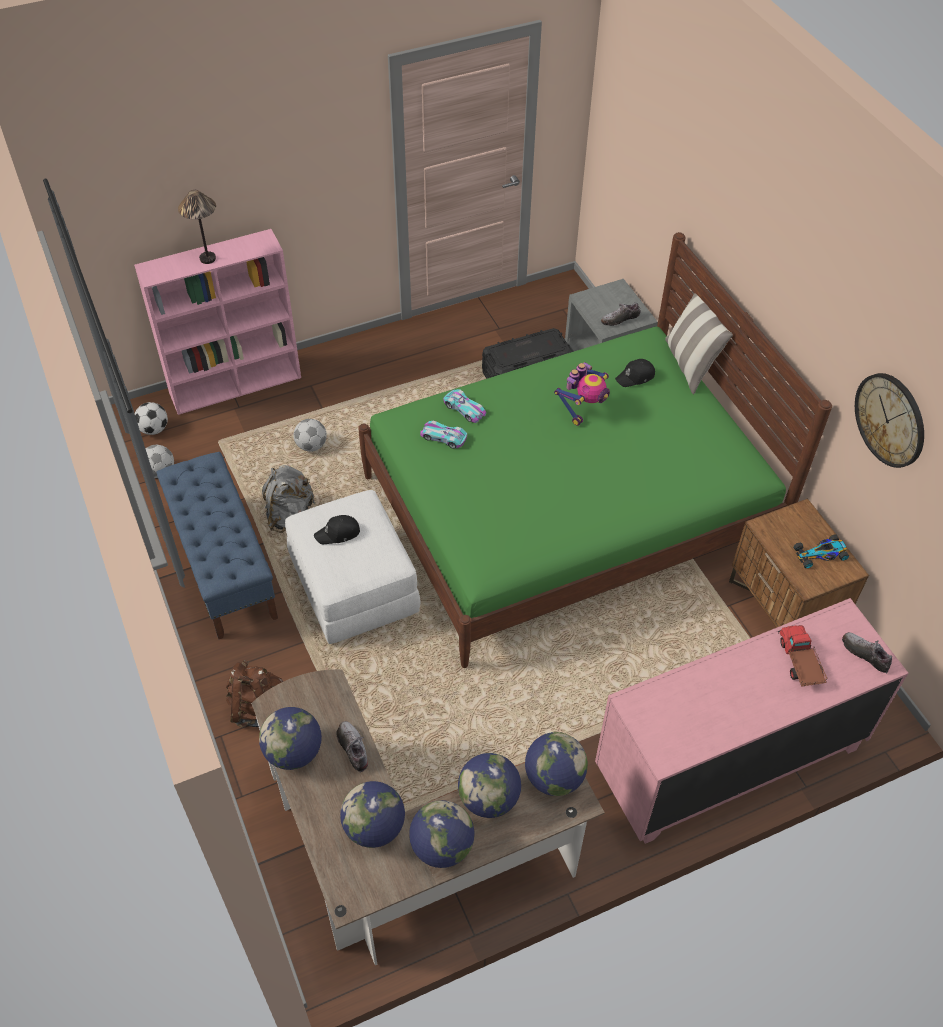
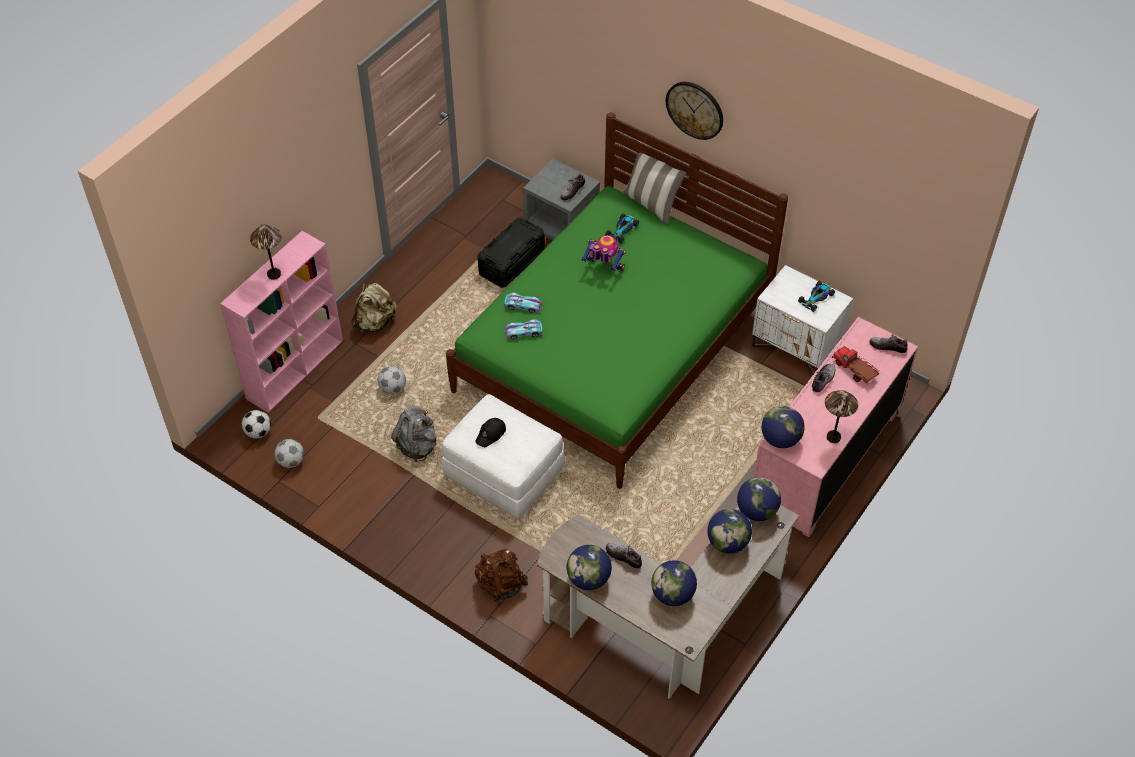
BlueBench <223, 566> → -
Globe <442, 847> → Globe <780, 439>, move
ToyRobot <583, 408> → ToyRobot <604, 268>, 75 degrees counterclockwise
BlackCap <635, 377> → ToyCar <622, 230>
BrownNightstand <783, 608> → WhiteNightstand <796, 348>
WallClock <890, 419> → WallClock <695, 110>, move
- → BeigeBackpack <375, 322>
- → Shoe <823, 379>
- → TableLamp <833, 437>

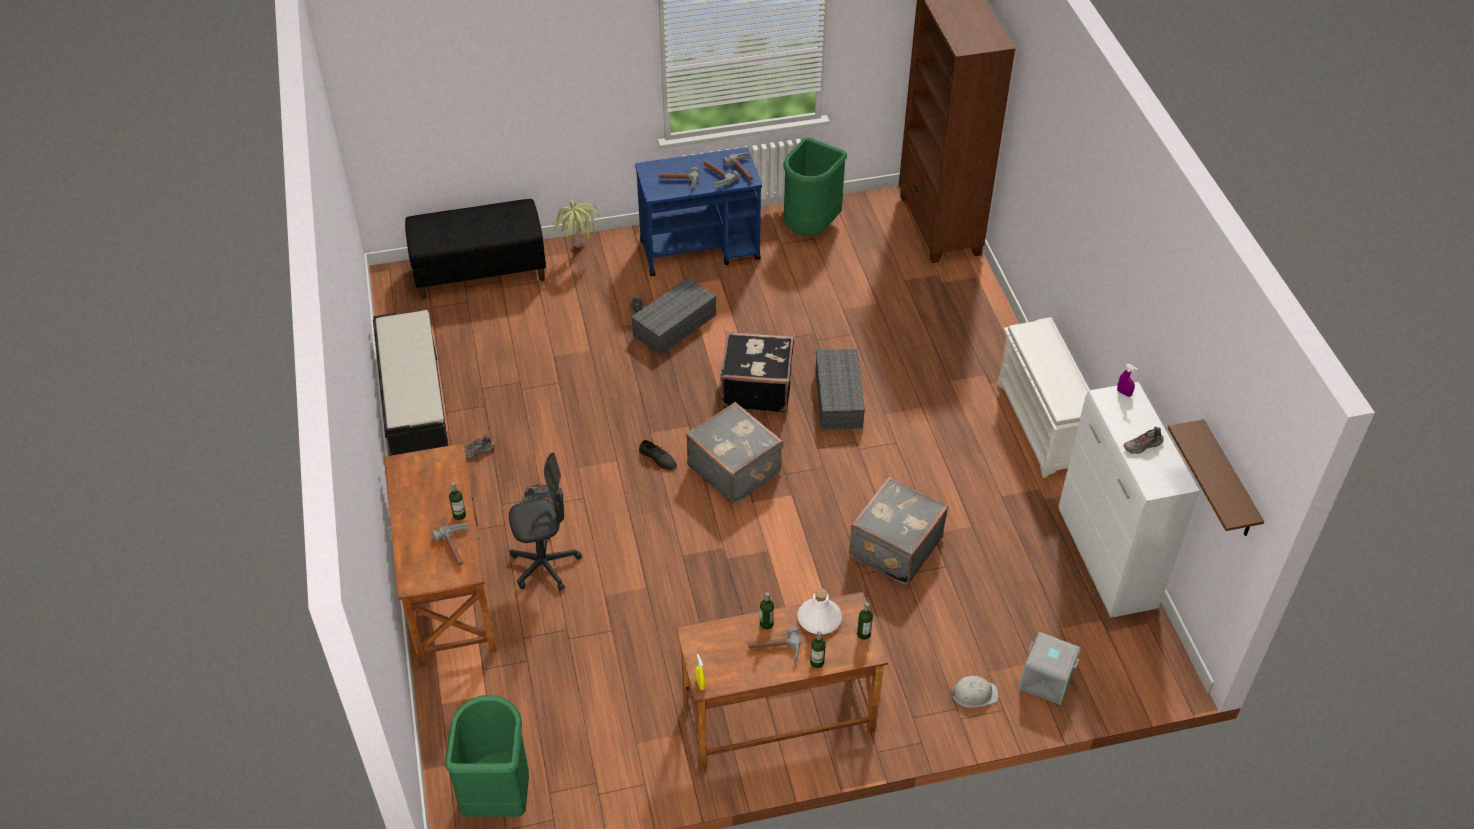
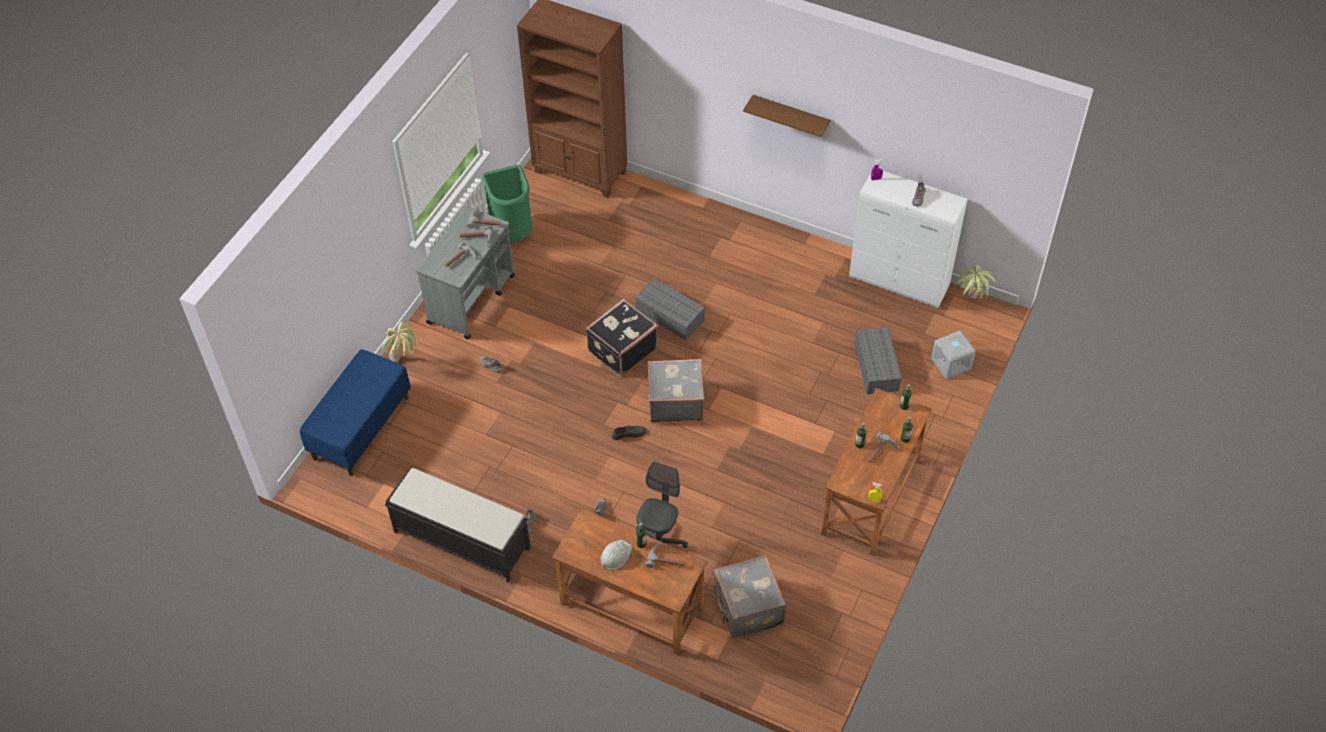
BlackBench <480, 271> → BlueBench <361, 427>
GreenTrashCan <497, 796> → -
GreyStorageBox <675, 324> → GreyStorageBox <875, 366>, move
BlueCart <700, 250> → GreyCart <472, 299>
WhiteBottle <819, 618> → -
GreySuitcase <893, 547> → GreySuitcase <747, 608>, move
WhiteHardHat <974, 694> → WhiteHardHat <615, 555>, move
WhiteShoeRack <1042, 426> → -
BrownShelf <1228, 482> → BrownShelf <790, 116>, move
- → PottedPlant <969, 306>

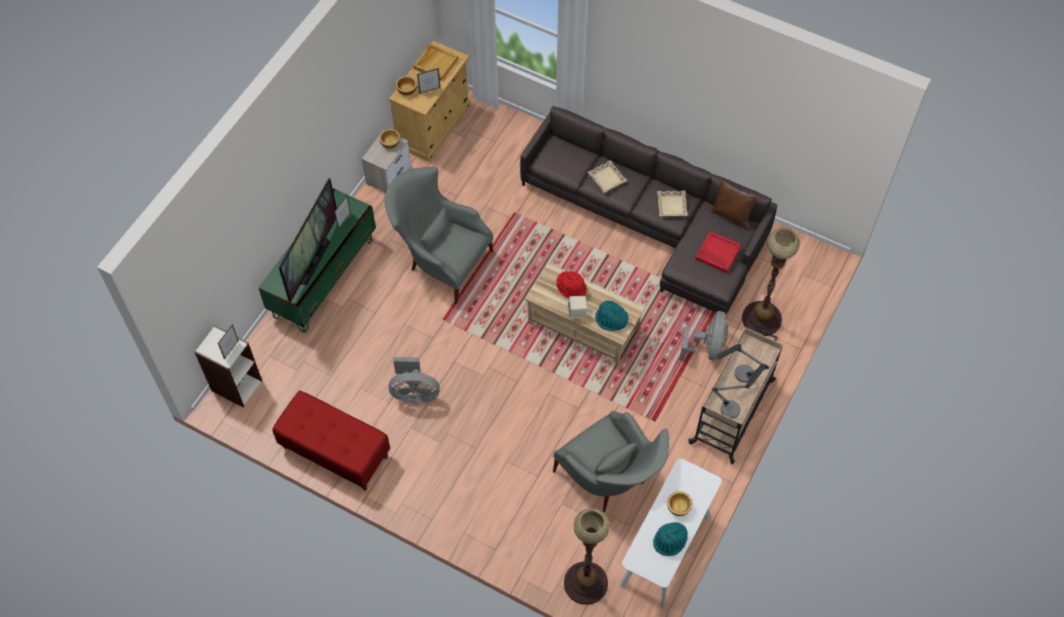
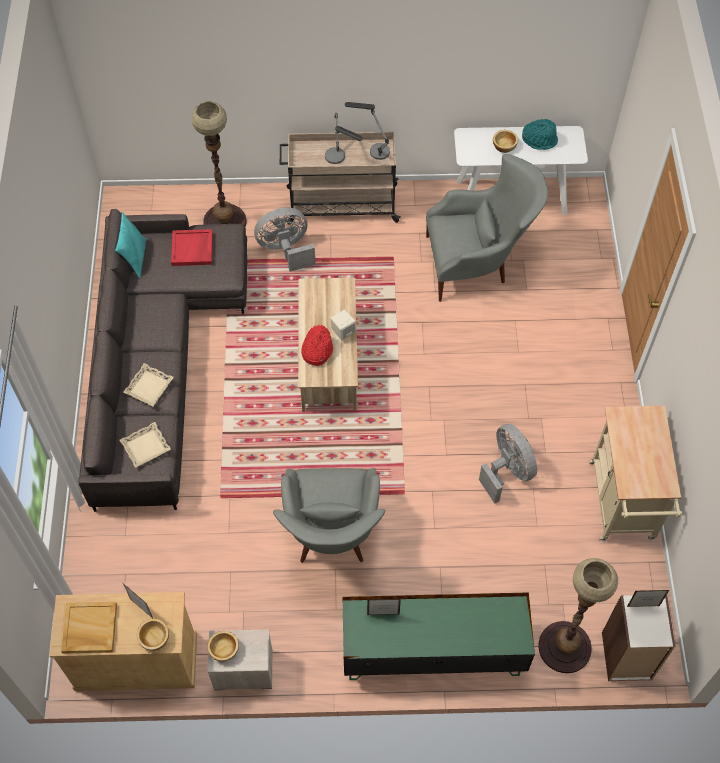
RedBench <335, 452> → BeigeCart <622, 506>
Television <313, 261> → -
GreyArmchair <610, 482> → GreyArmchair <478, 263>, 60 degrees clockwise
FloorLamp <585, 583> → FloorLamp <565, 647>, move
TurquoiseHat <611, 320> → -
BeigeTray <672, 205> → BeigeTray <146, 446>, move
BrownPillow <731, 215> → TurquoisePillow <134, 258>

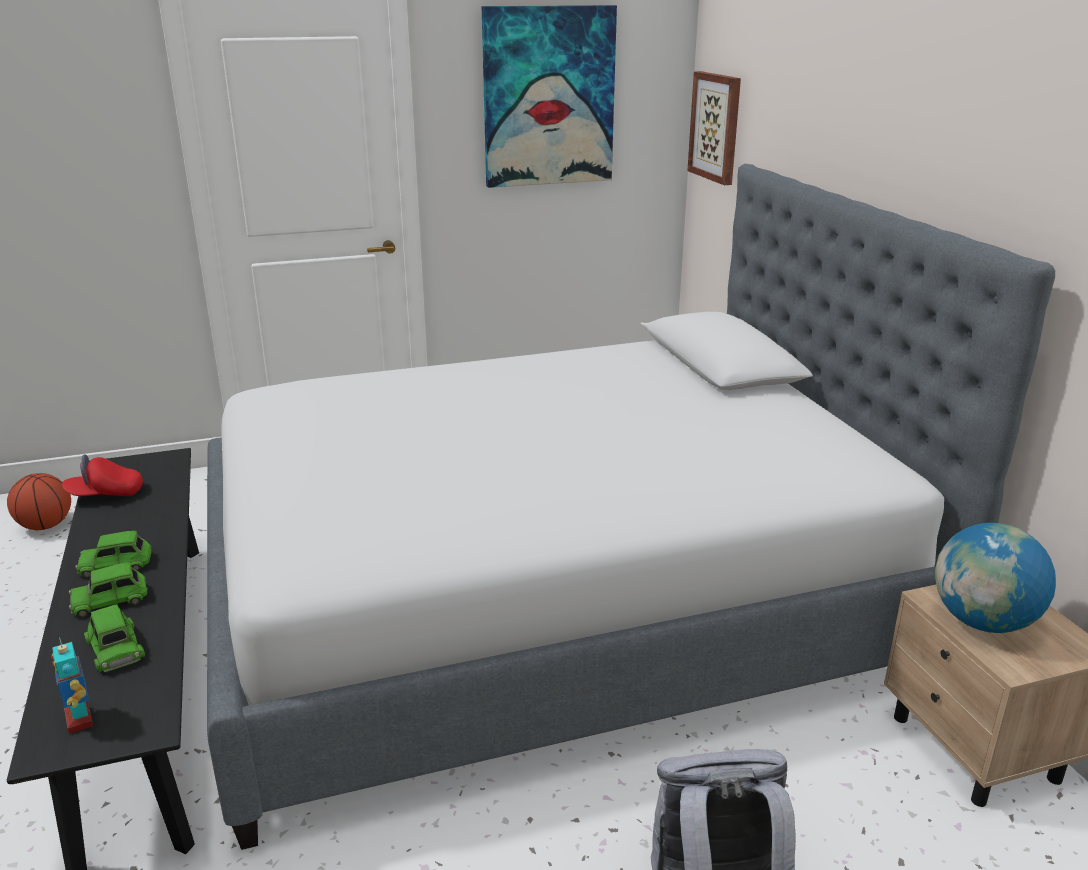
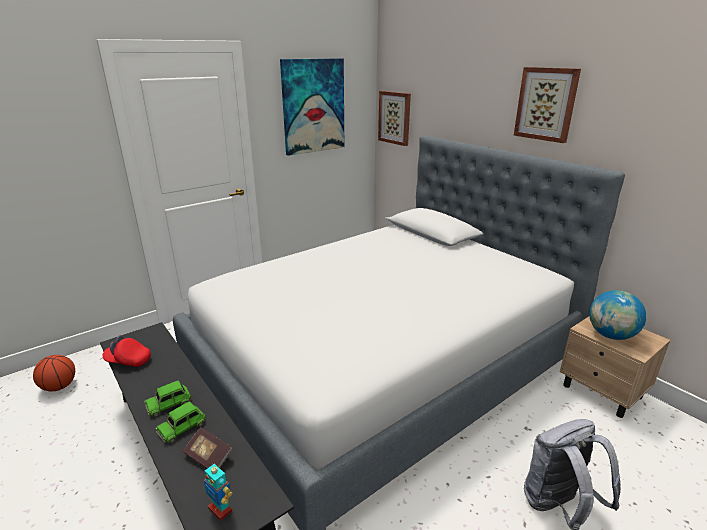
RedCap <106, 494> → RedCap <128, 361>, 45 degrees clockwise
GreenToyCar <115, 648> → Book <208, 457>
- → Picture <546, 104>

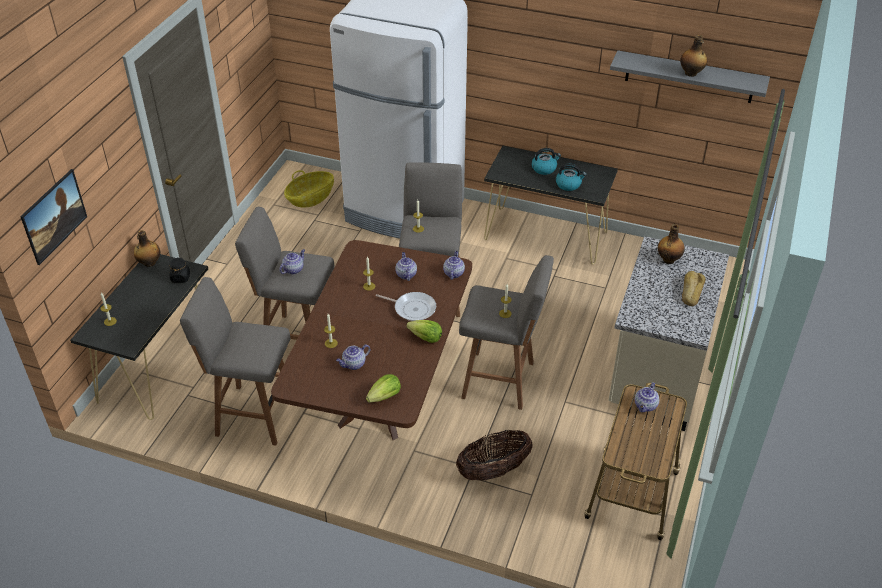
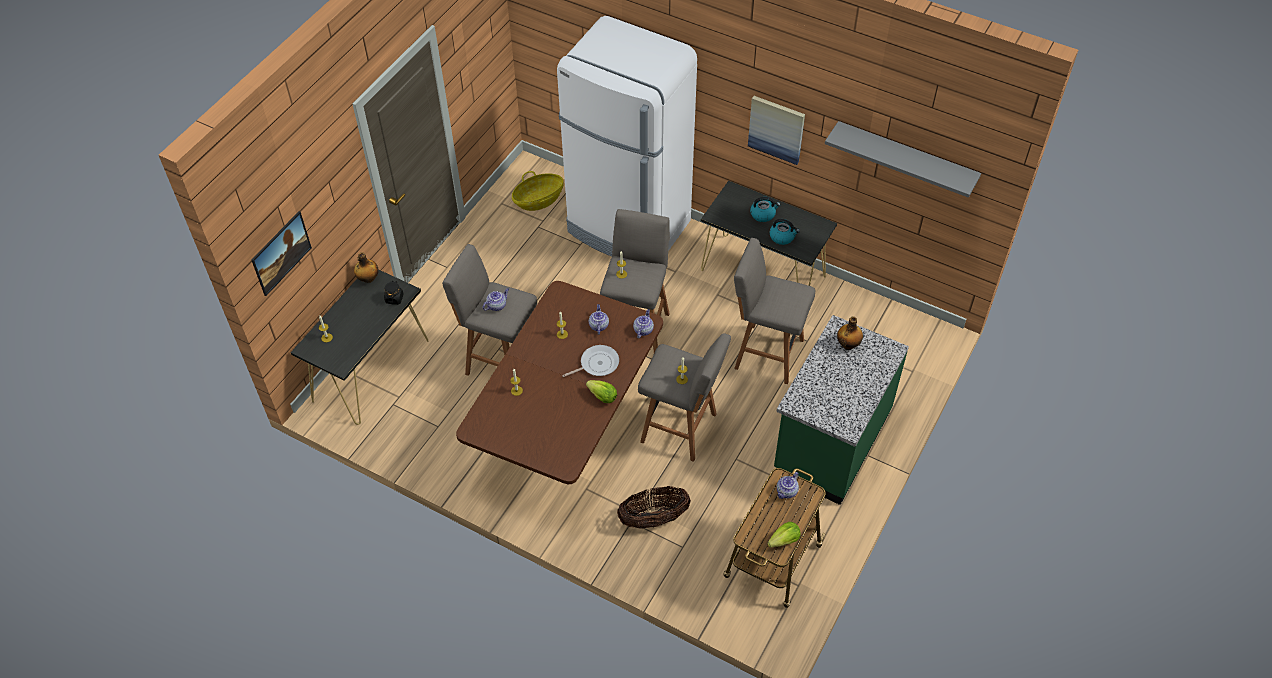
GreyStool <253, 414> → GreyStool <766, 353>, move
Teapot <353, 364> → -
Lettuce <385, 396> → Lettuce <784, 540>, move
FryingPan <412, 308> → FryingPan <597, 364>, 60 degrees counterclockwise
BeigeCounter <656, 374> → GreenCounter <830, 442>
Bottle <691, 73> → -
Bread <691, 291> → -
- → Picture <776, 129>

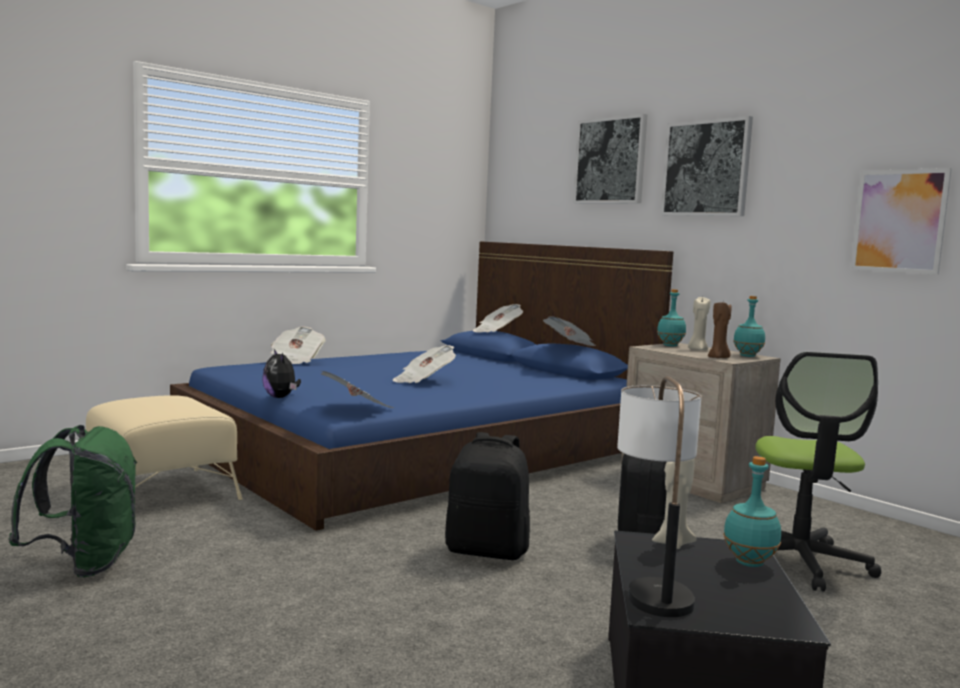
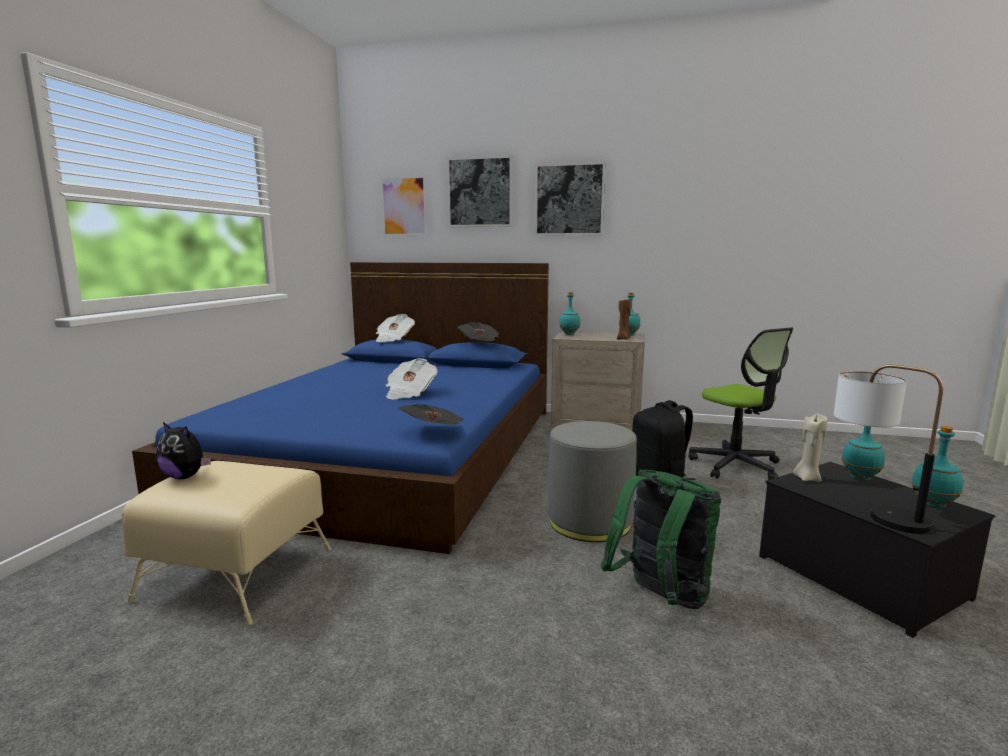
GreenBackpack <84, 564> → GreenBackpack <660, 598>, move
PlushToy <281, 397> → PlushToy <185, 477>, move
Newspaper <295, 361> → -
BlackBackpack <487, 551> → GreyOttoman <589, 522>
BeigeCandle <697, 349> → -
Picture <899, 221> → Picture <404, 206>, move
- → TurquoiseBottle <932, 504>

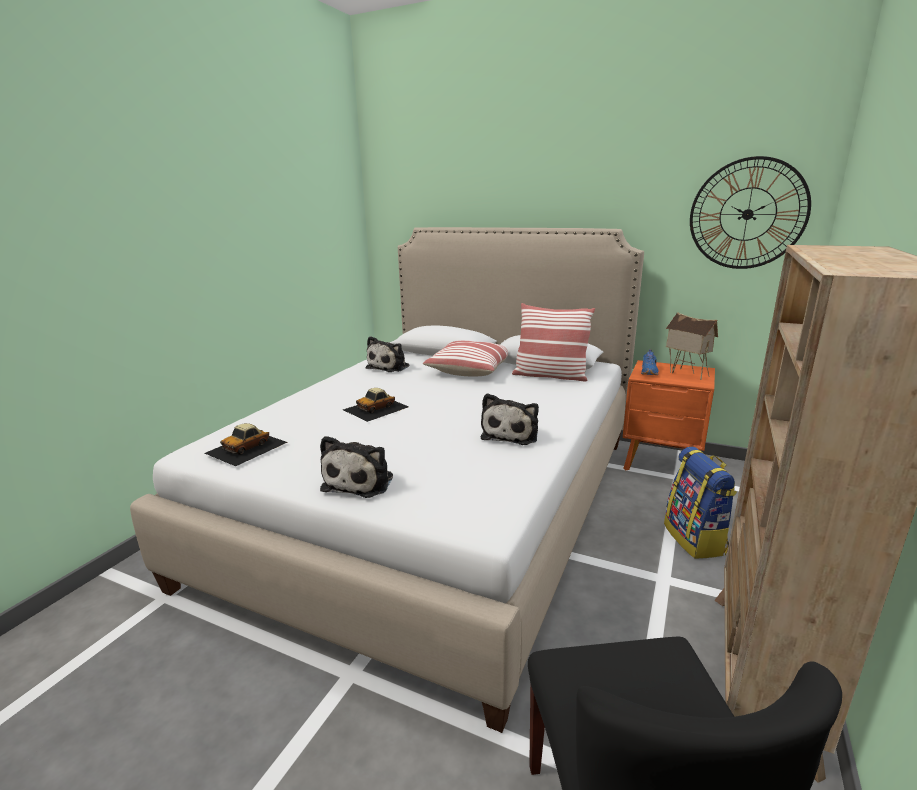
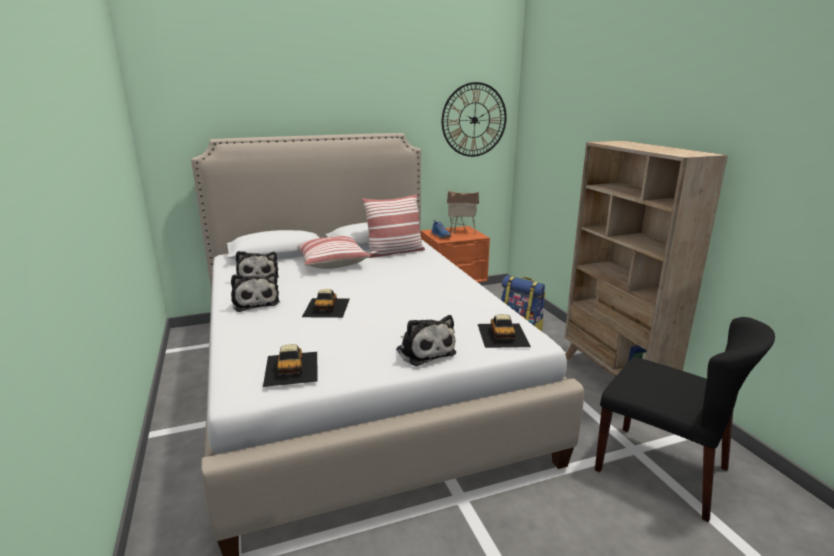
PlushToy <511, 434> → PlushToy <255, 302>, move
- → ToyCar <503, 334>

